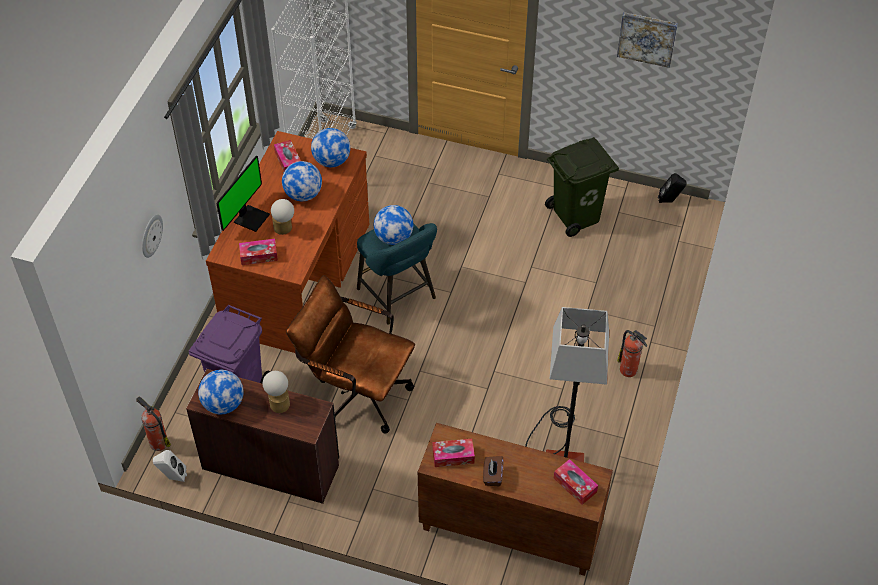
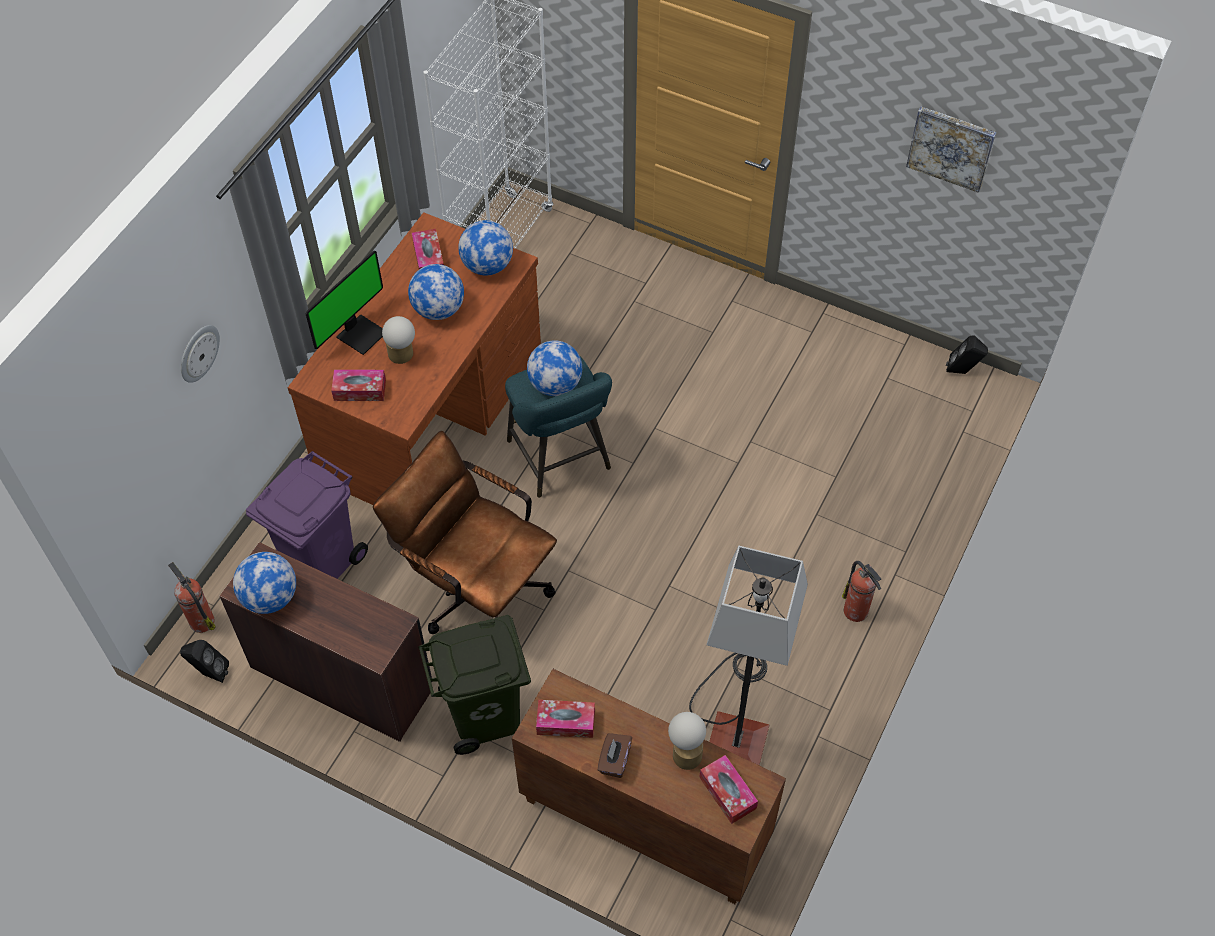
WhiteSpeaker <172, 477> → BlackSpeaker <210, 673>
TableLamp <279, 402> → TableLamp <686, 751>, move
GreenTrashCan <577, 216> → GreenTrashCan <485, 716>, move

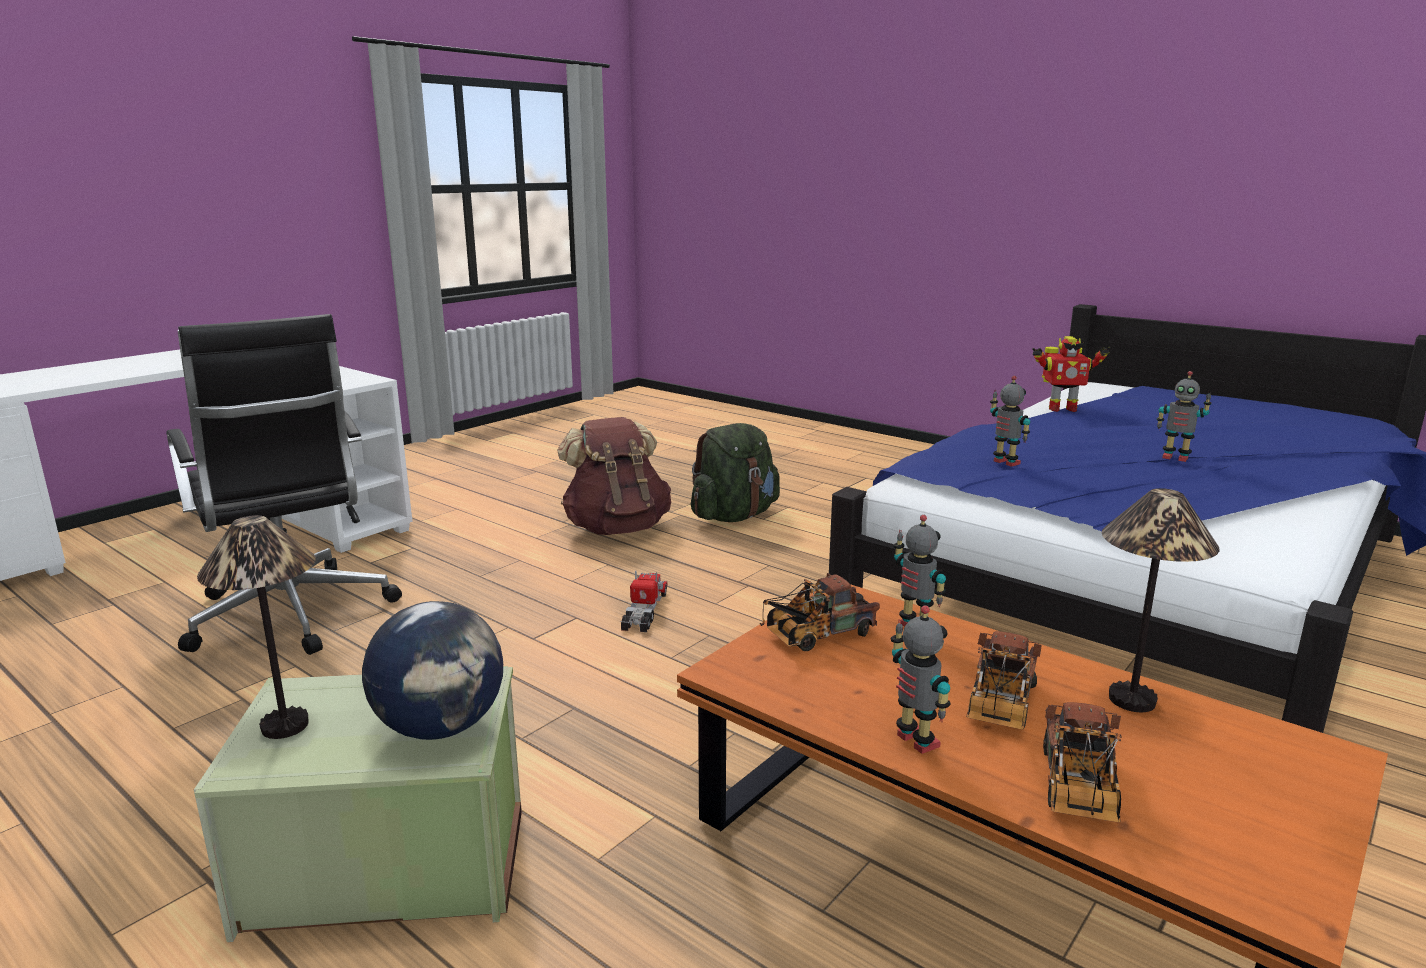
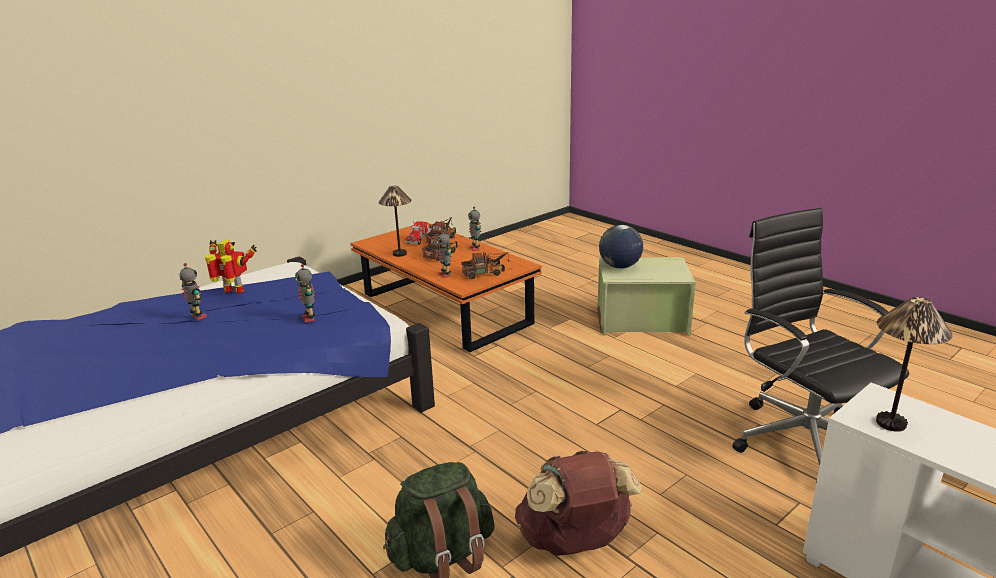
TableLamp <286, 726> → TableLamp <890, 423>, move
ToyTruck <645, 611> → ToyTruck <421, 238>, move
ToyRobot <1061, 409> → ToyRobot <234, 292>, move

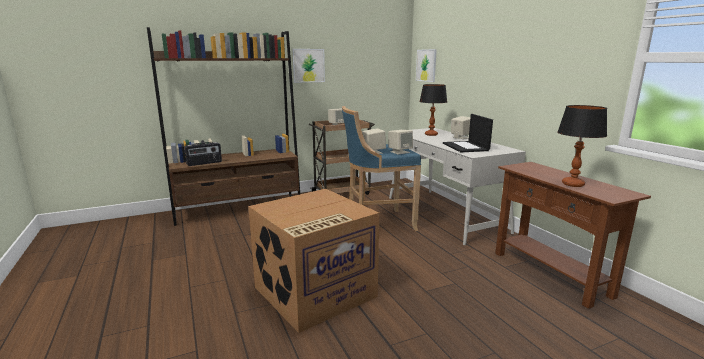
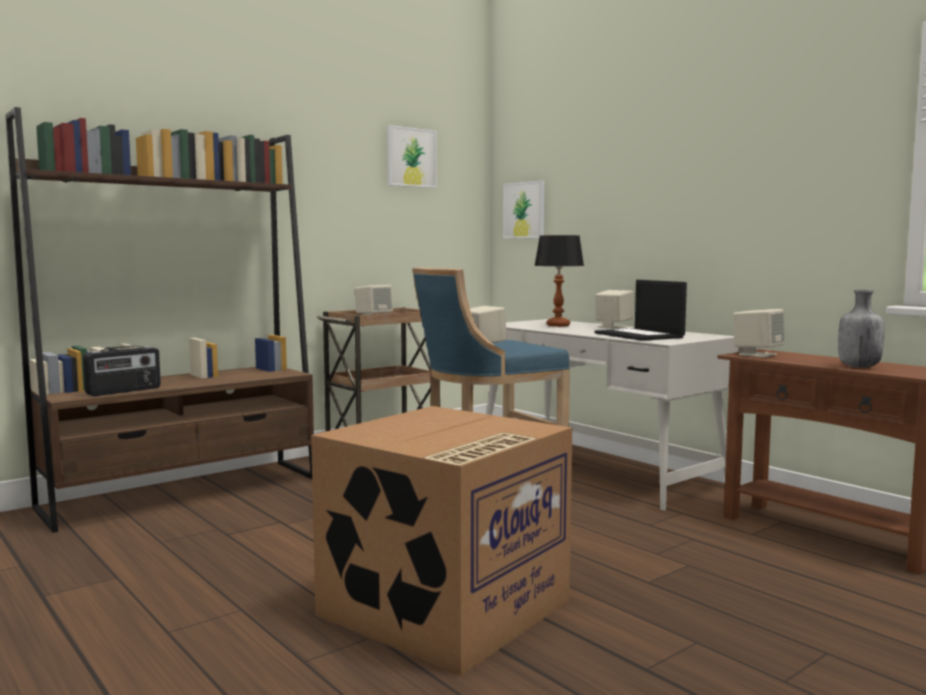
Picture <308, 65> → Picture <411, 157>, move
BeigeSpeaker <399, 152> → BeigeSpeaker <757, 354>, move
TableLamp <573, 184> → GreyBottle <858, 367>

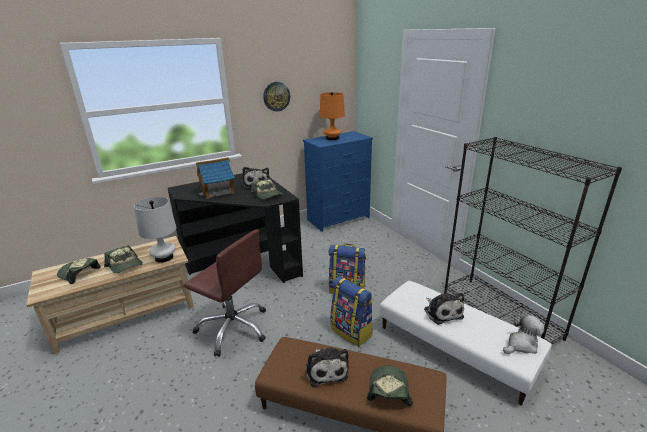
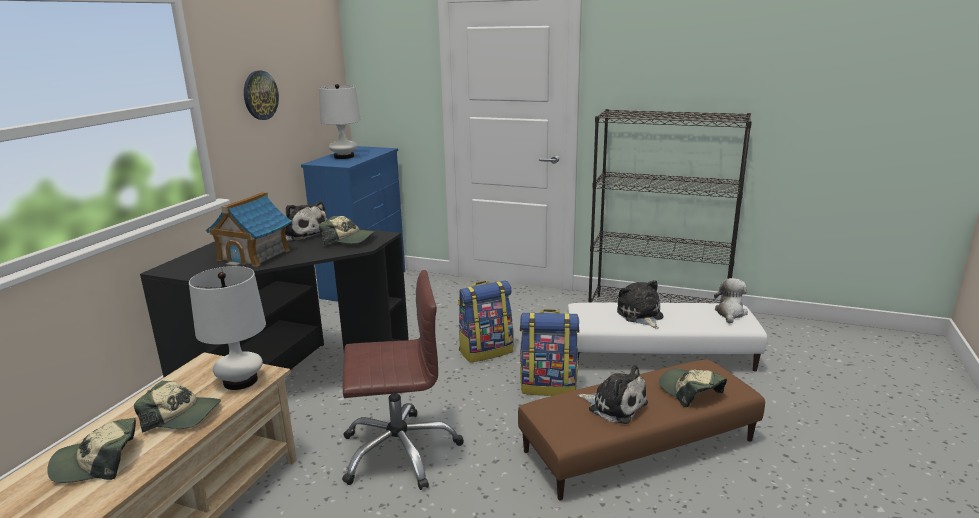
OrangeTableLamp <332, 138> → WhiteTableLamp <344, 157>
PlushToy <442, 312> → PlushToy <640, 315>, 135 degrees counterclockwise

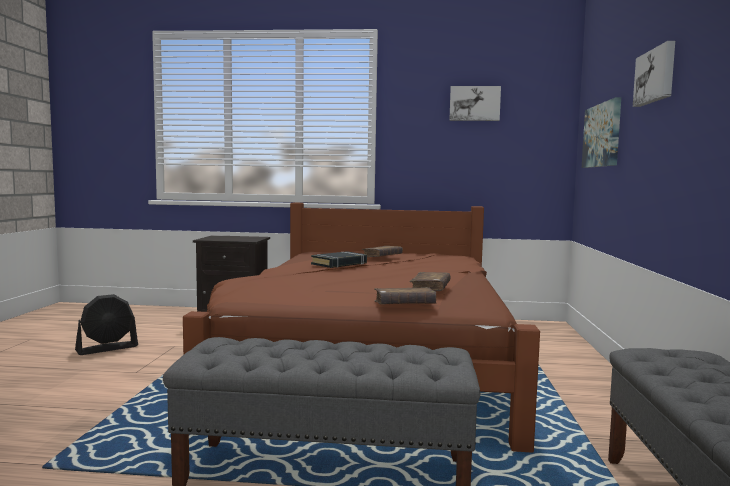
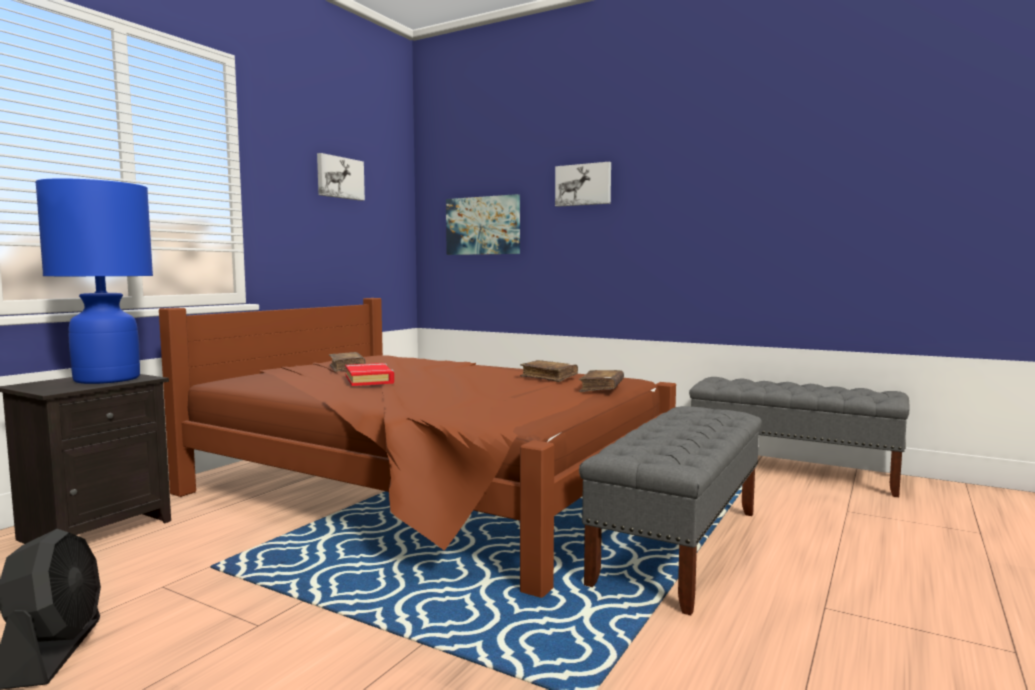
BlackBook <339, 264> → RedBook <369, 380>
- → BlueTableLamp <106, 379>

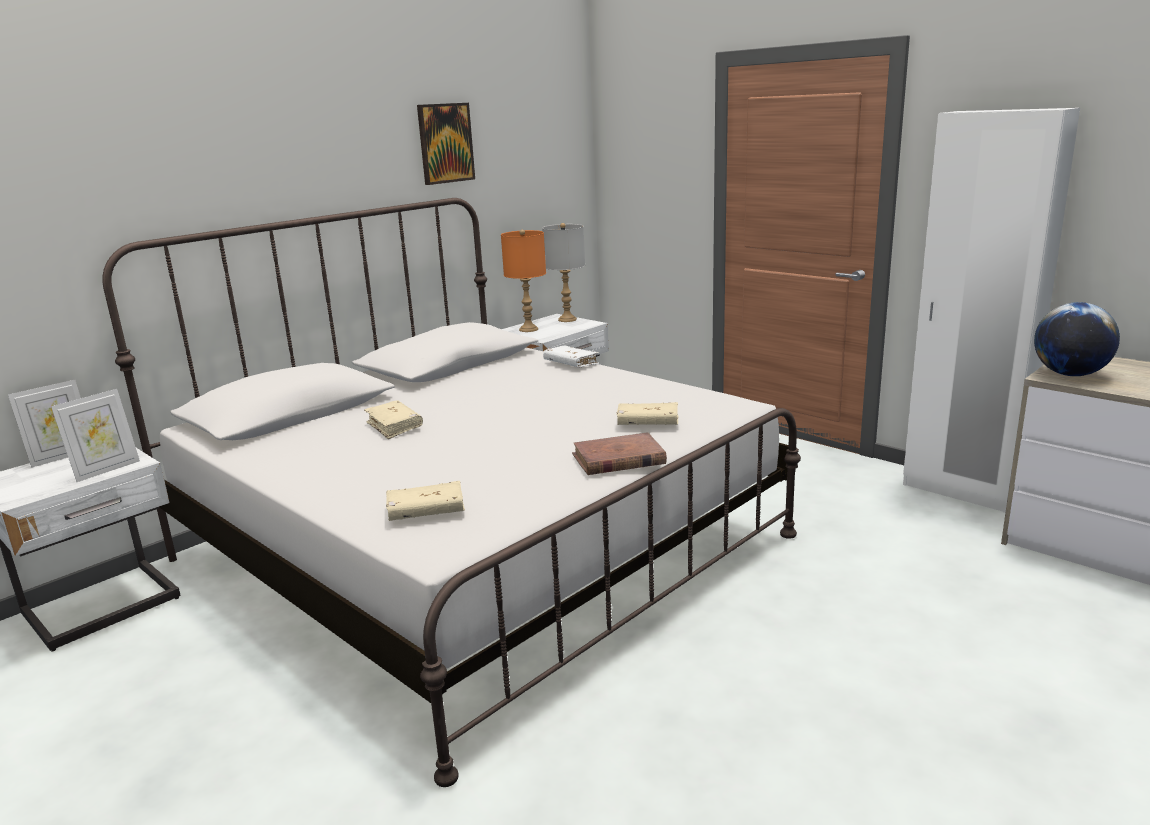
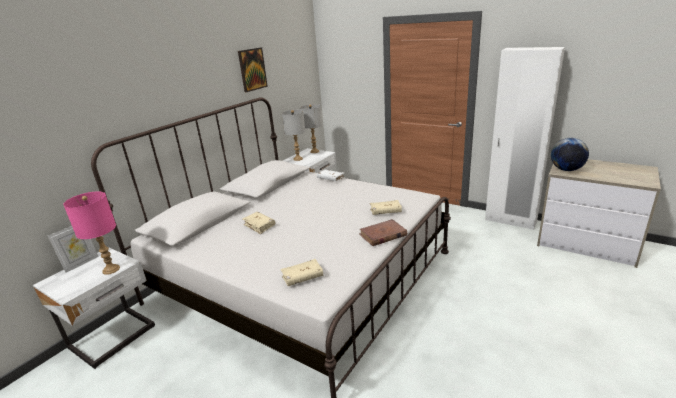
PictureFrame <106, 470> → PinkTableLamp <111, 269>
OrangeTableLamp <529, 329> → GreyTableLamp <298, 159>

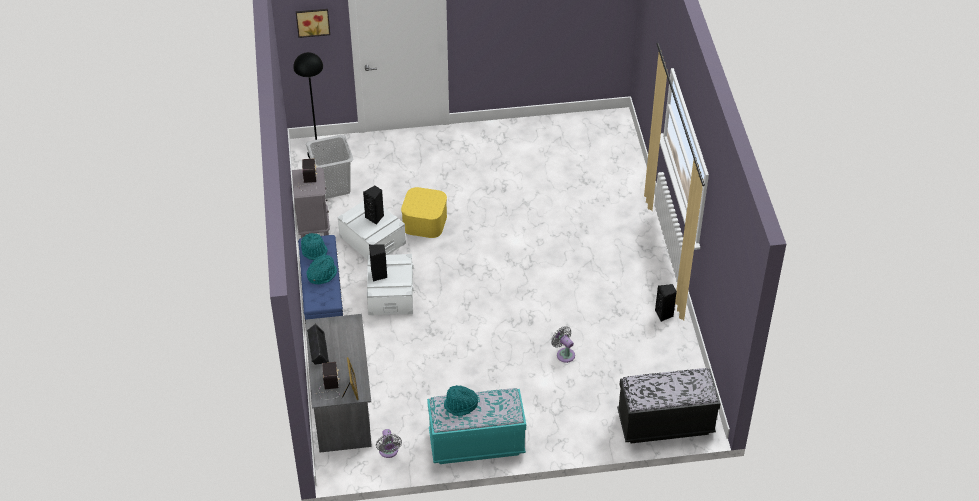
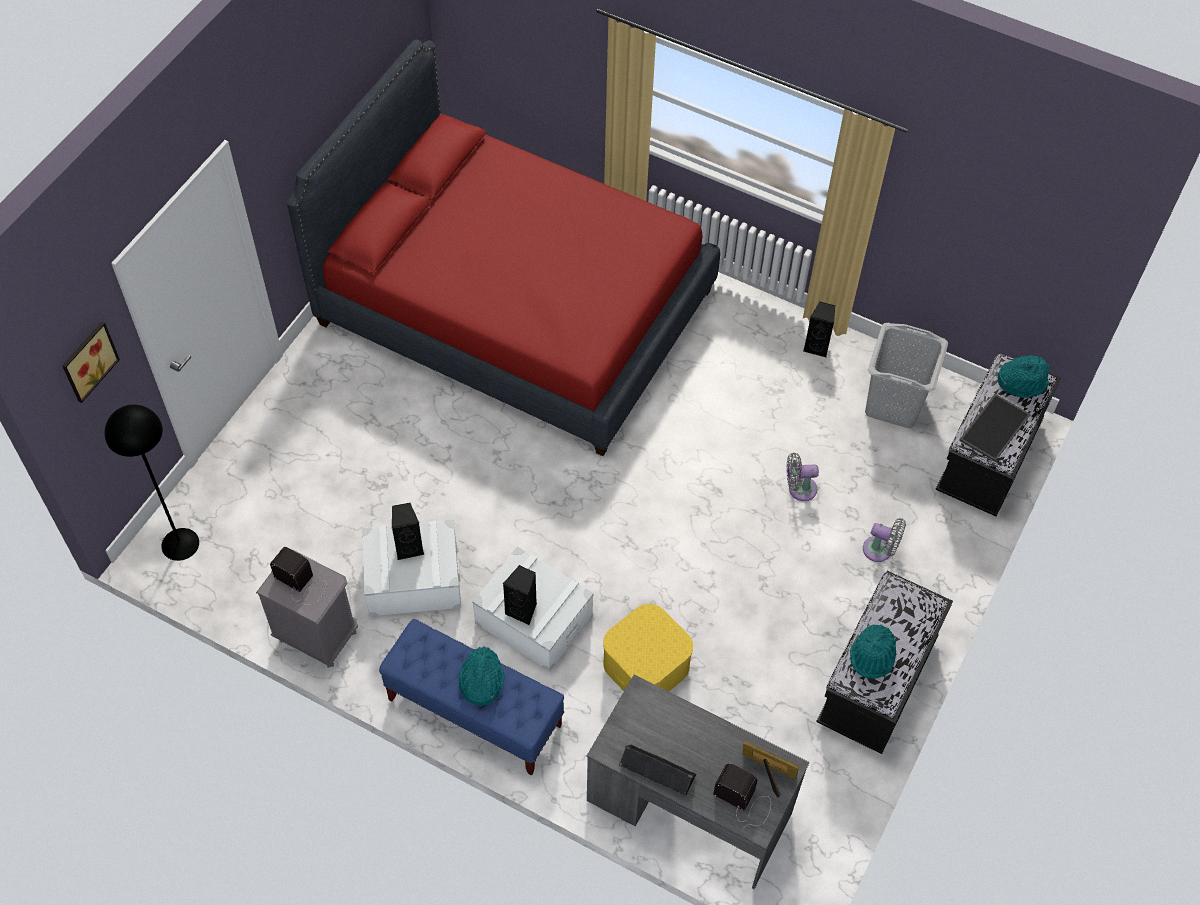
TurquoiseHat <314, 250> → TurquoiseHat <1021, 382>, move
GreyLaundryBasket <333, 187> → GreyLaundryBasket <894, 404>, move
GreyFan <388, 452> → GreyFan <880, 550>, move
YellowStorageBox <425, 222> → YellowStorageBox <646, 665>, move
TurquoiseBench <476, 444> → BlackBench <876, 682>
- → RedBed <515, 306>
- → Tray <994, 426>

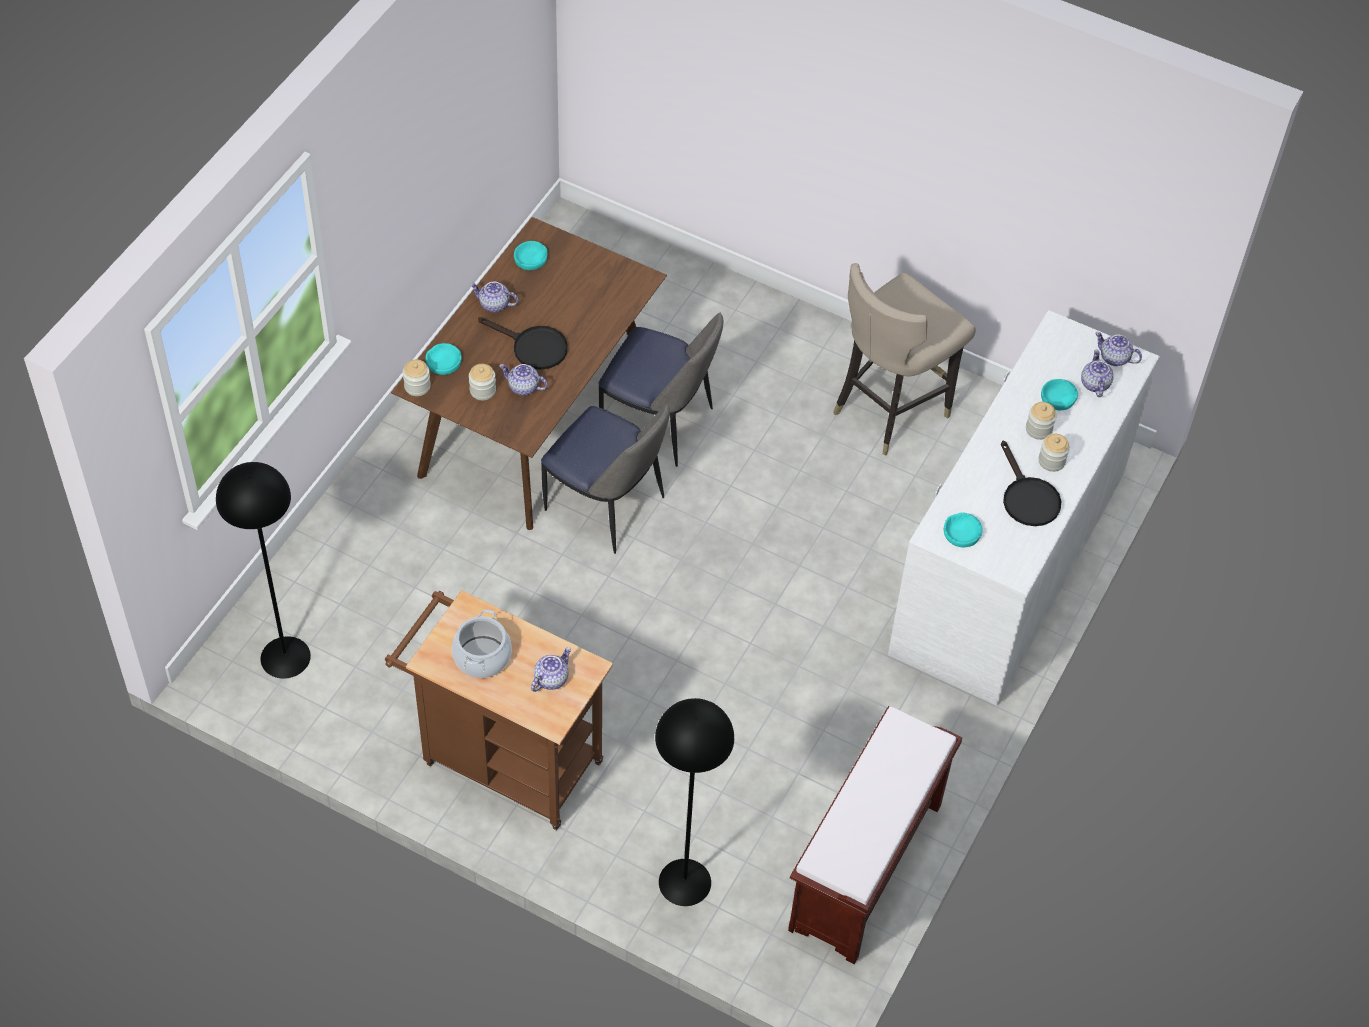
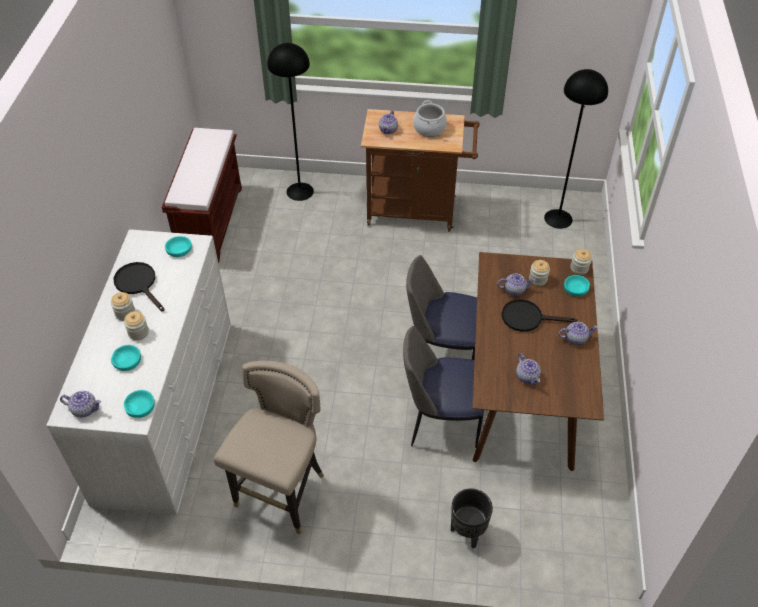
TurquoiseBowl <531, 259> → TurquoiseBowl <140, 406>, move
Teapot <1094, 383> → Teapot <527, 377>, move
- → BlackPlanter <467, 533>

